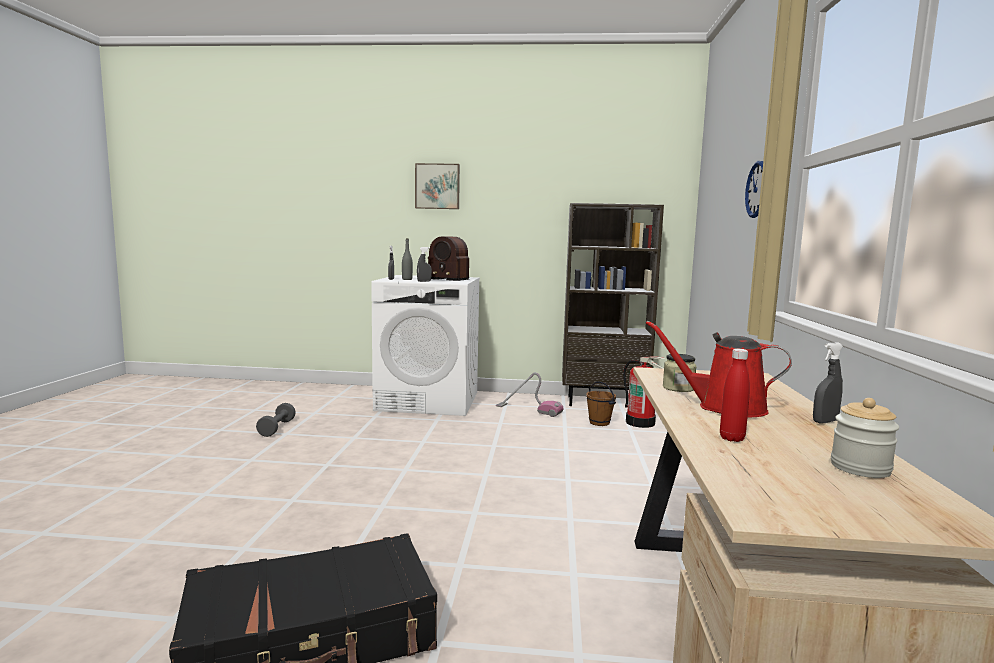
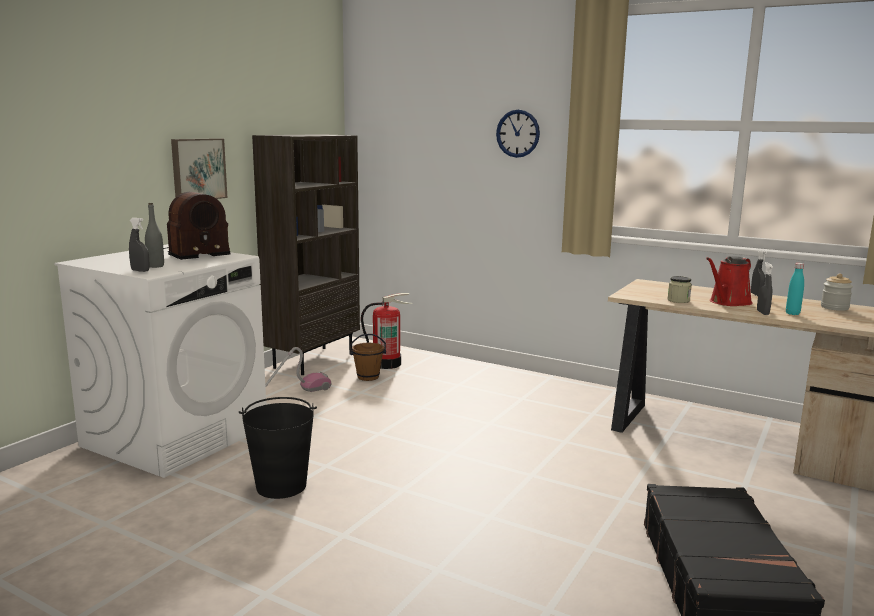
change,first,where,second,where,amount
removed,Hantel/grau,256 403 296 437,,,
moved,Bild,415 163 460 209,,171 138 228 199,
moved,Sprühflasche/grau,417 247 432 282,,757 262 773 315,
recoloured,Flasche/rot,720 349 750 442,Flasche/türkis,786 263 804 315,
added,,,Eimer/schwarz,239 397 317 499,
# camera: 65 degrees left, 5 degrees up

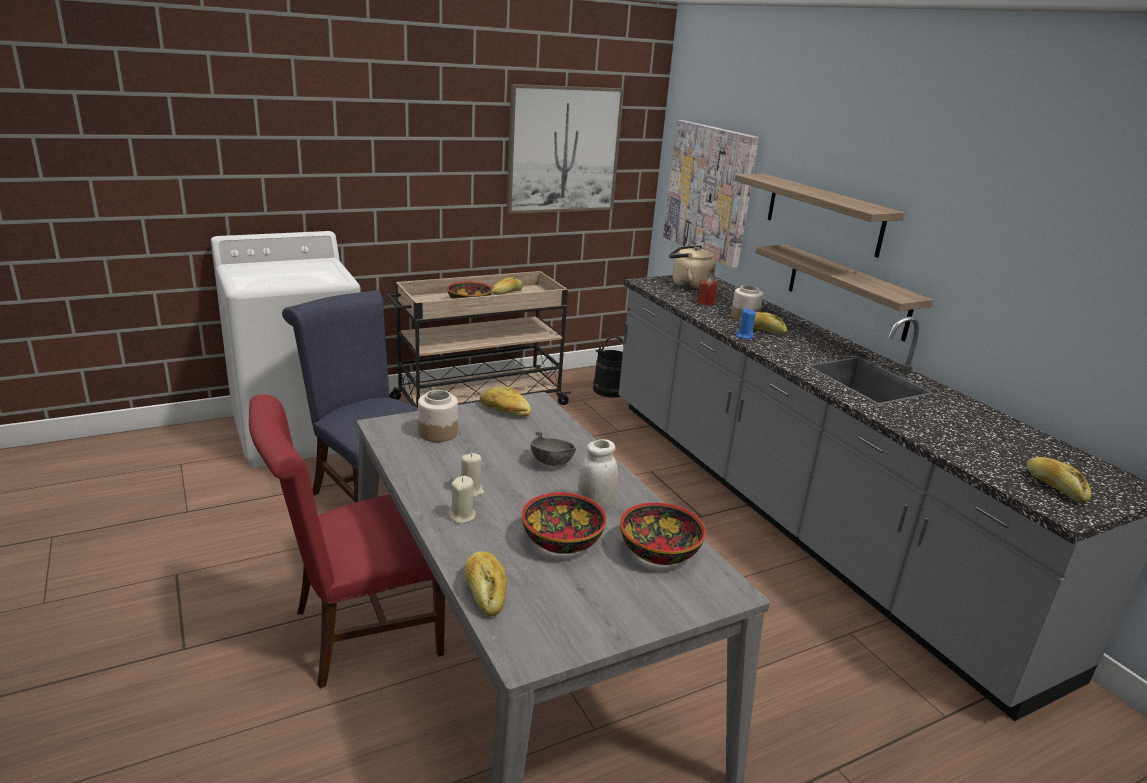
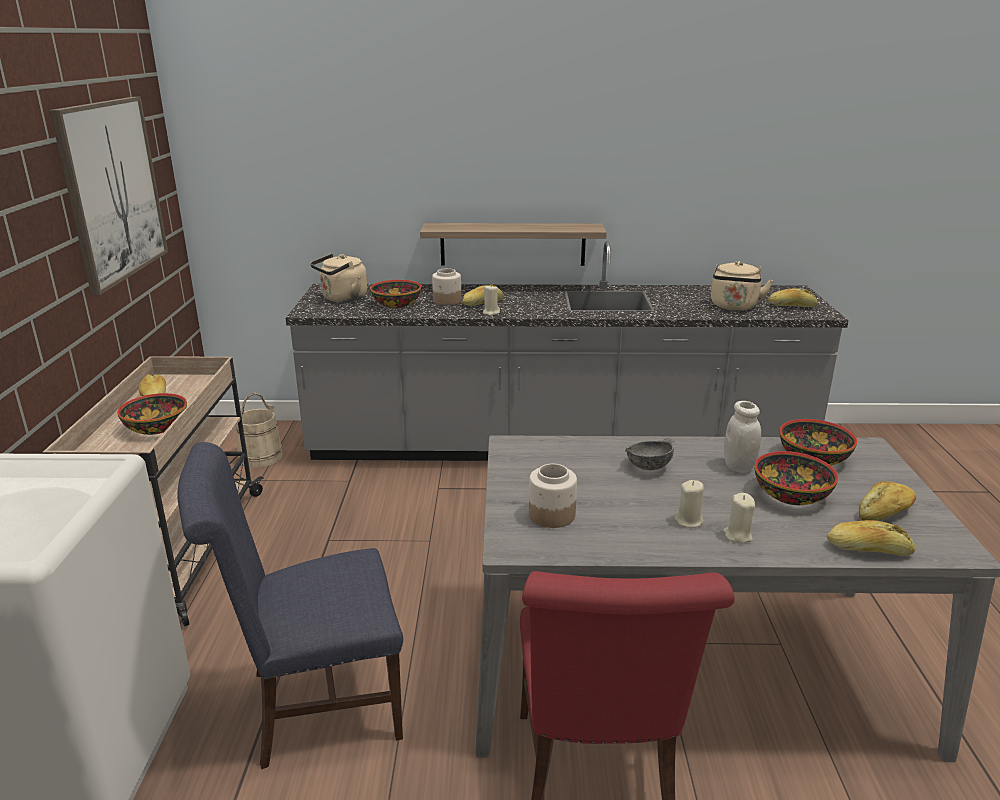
change,first,where,second,where,amount
moved,Brot,480 387 531 417,,859 481 916 521,
recoloured,Eimer/schwarz,593 336 624 397,Eimer/beige,235 393 283 468,
removed,Bild,663 120 759 268,,,
replaced,Kerze/rot,697 277 718 306,Schüssel,370 280 421 308,
removed,Wandregal,734 174 905 258,,,
recoloured,Kerze/blau,736 308 756 339,Kerze/beige,483 286 500 316,
added,,,Wasserkessel/beige,711 261 773 311,
# camera: 60 degrees left, 0 degrees up

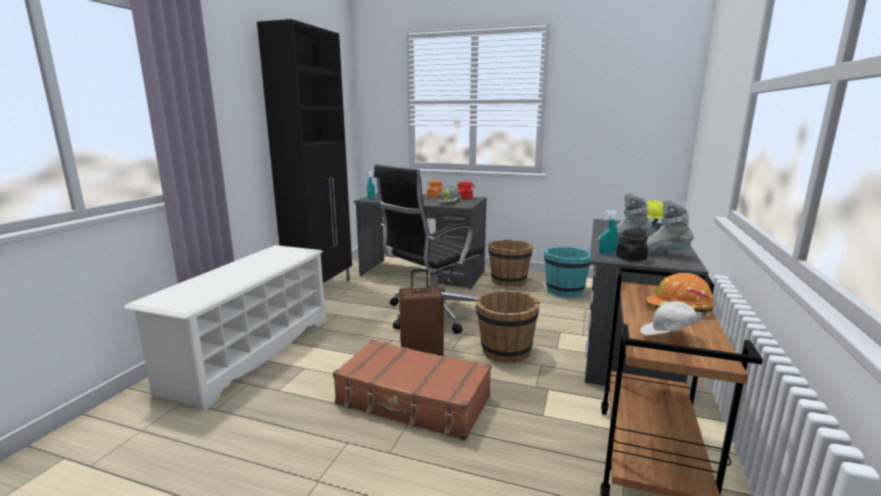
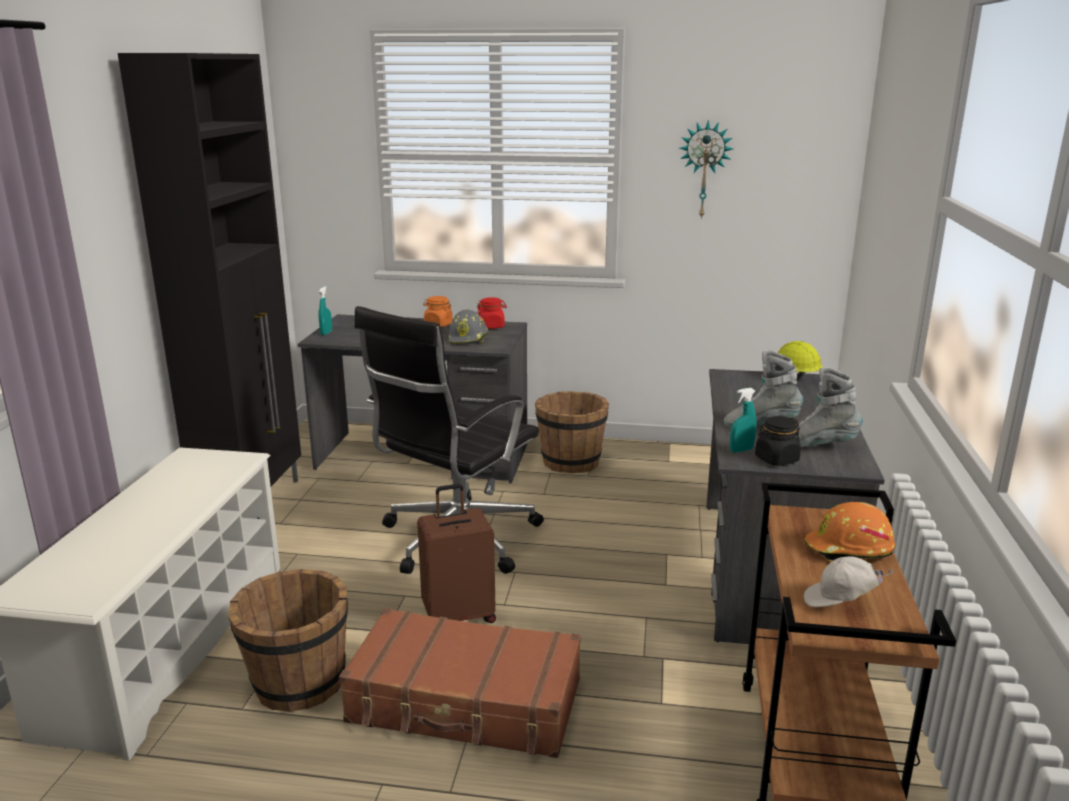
change,first,where,second,where,amount
moved,Eimer/braun,476 290 540 363,,228 569 348 712,
removed,Eimer/türkis,544 247 590 297,,,
added,,,Wanduhr,680 120 733 220,
# camera: 10 degrees left, 5 degrees up

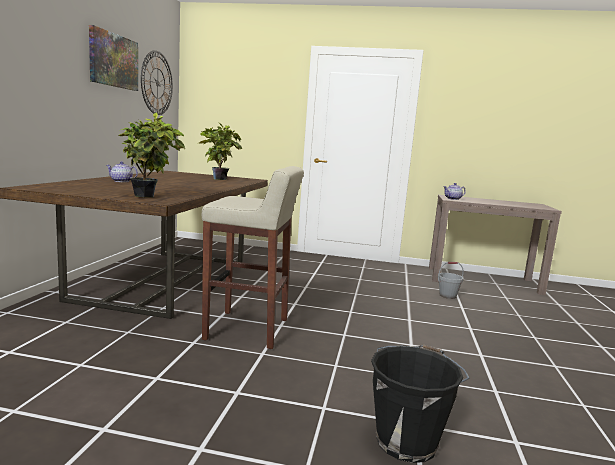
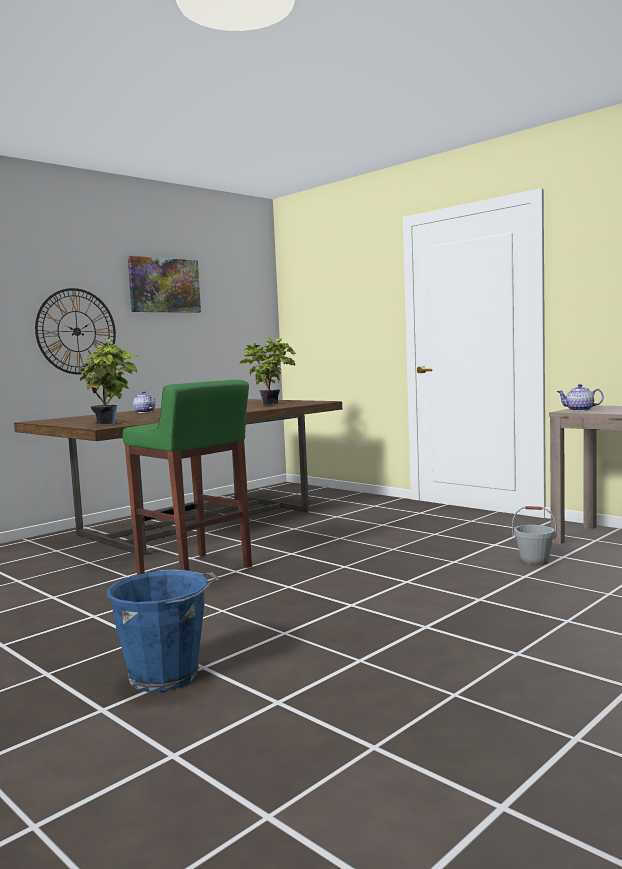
change,first,where,second,where,amount
moved,Wanduhr,141 50 173 115,,35 288 116 374,
recoloured,Hocker/beige,202 166 304 349,Hocker/grün,123 379 252 575,
recoloured,Eimer/schwarz,371 344 469 463,Eimer/blau,107 569 219 692,
# camera: 35 degrees right, 5 degrees down

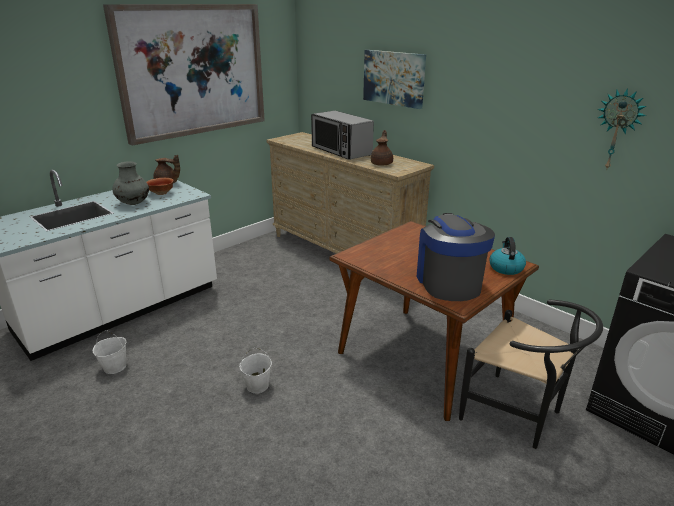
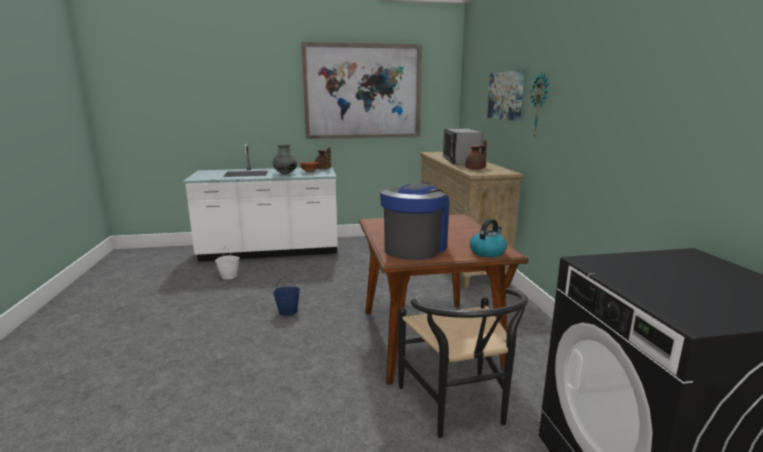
change,first,where,second,where,amount
recoloured,Eimer/weiß,239 348 272 393,Eimer/blau,273 277 300 316,
moved,Wanduhr,598 88 646 169,,530 72 549 139,
# camera: 35 degrees right, 10 degrees down

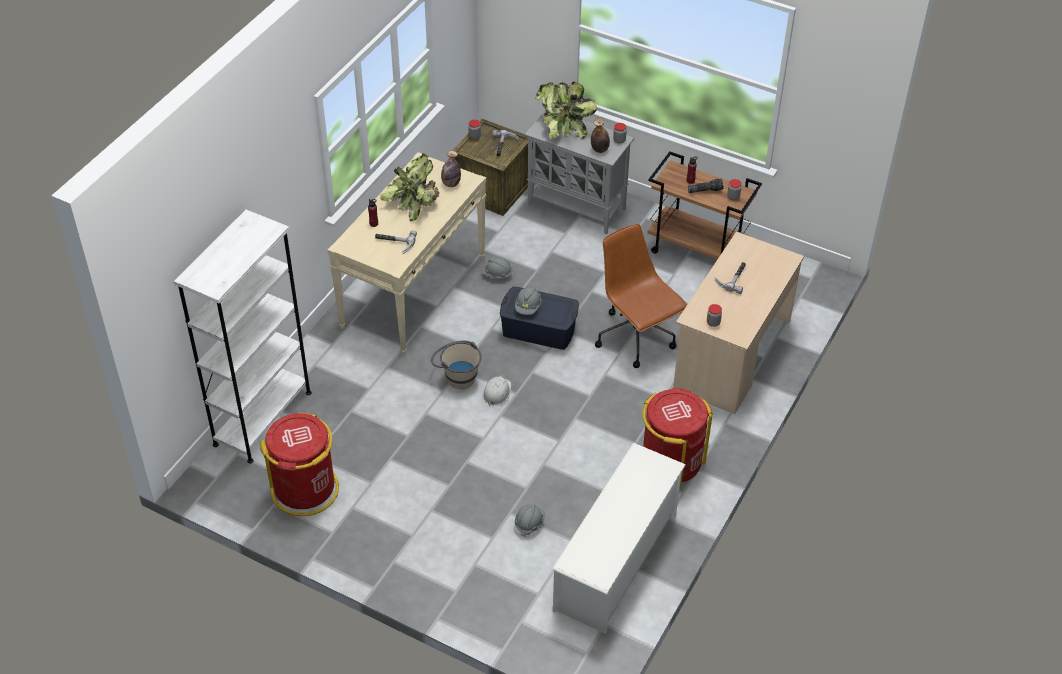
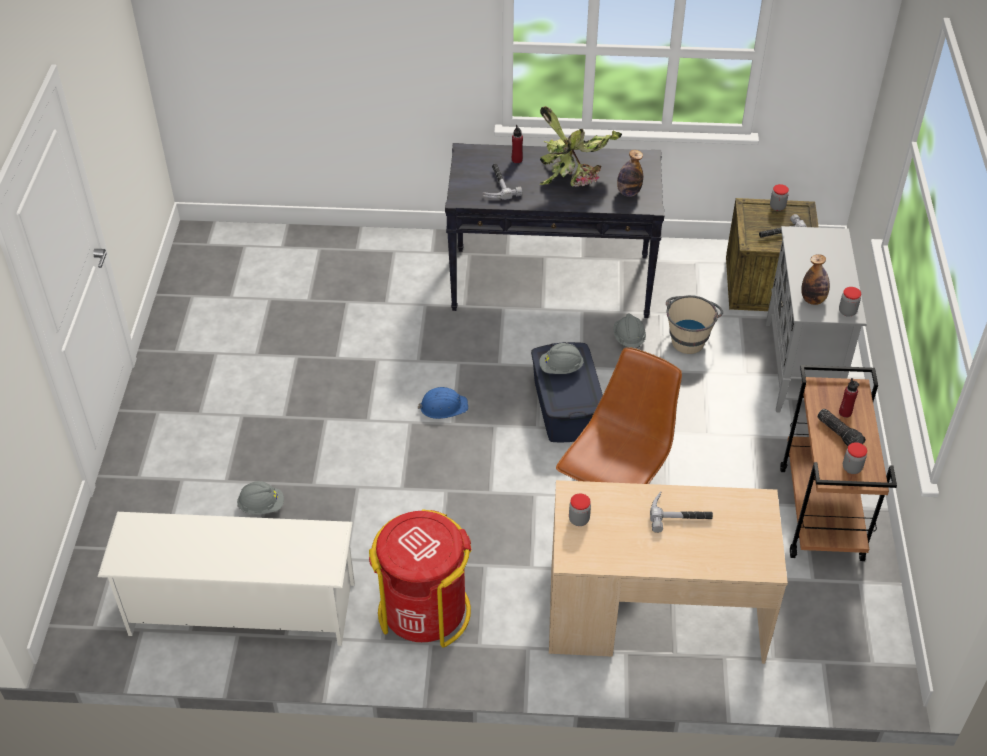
change,first,where,second,where,amount
removed,Bücherregal/weiß,174 210 312 463,,,
removed,Mülleimer/rot,260 413 339 516,,,
recoloured,Konsolentisch/beige,327 152 486 355,Konsolentisch/schwarz,445 143 664 318,
moved,Eimer/beige,431 341 482 389,,666 295 723 354,
recoloured,Schutzhelm/weiß,483 376 511 406,Schutzhelm/blau,418 387 468 419,
removed,Topfpflanze,535 81 597 139,,,
# camera: 65 degrees right, 0 degrees up

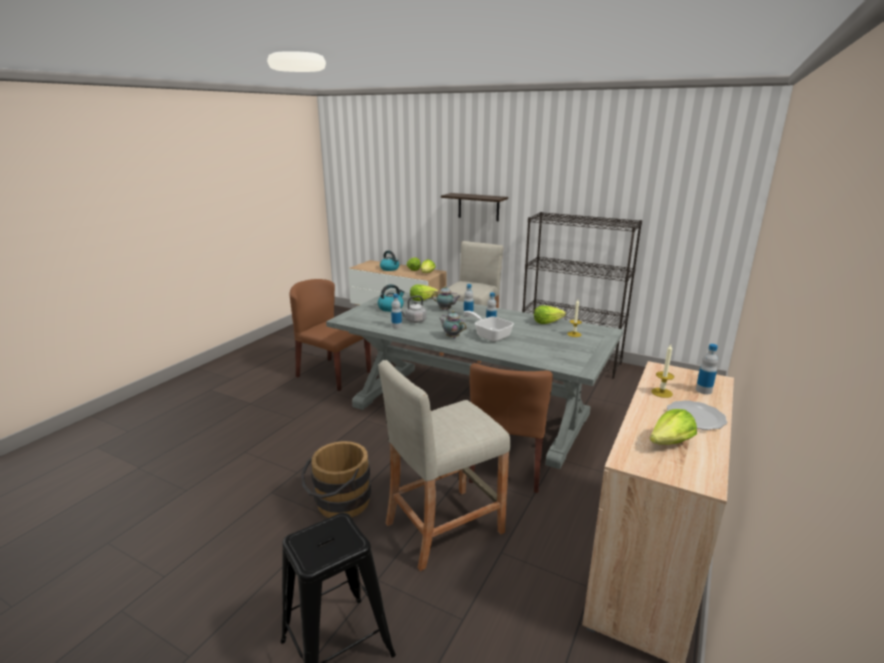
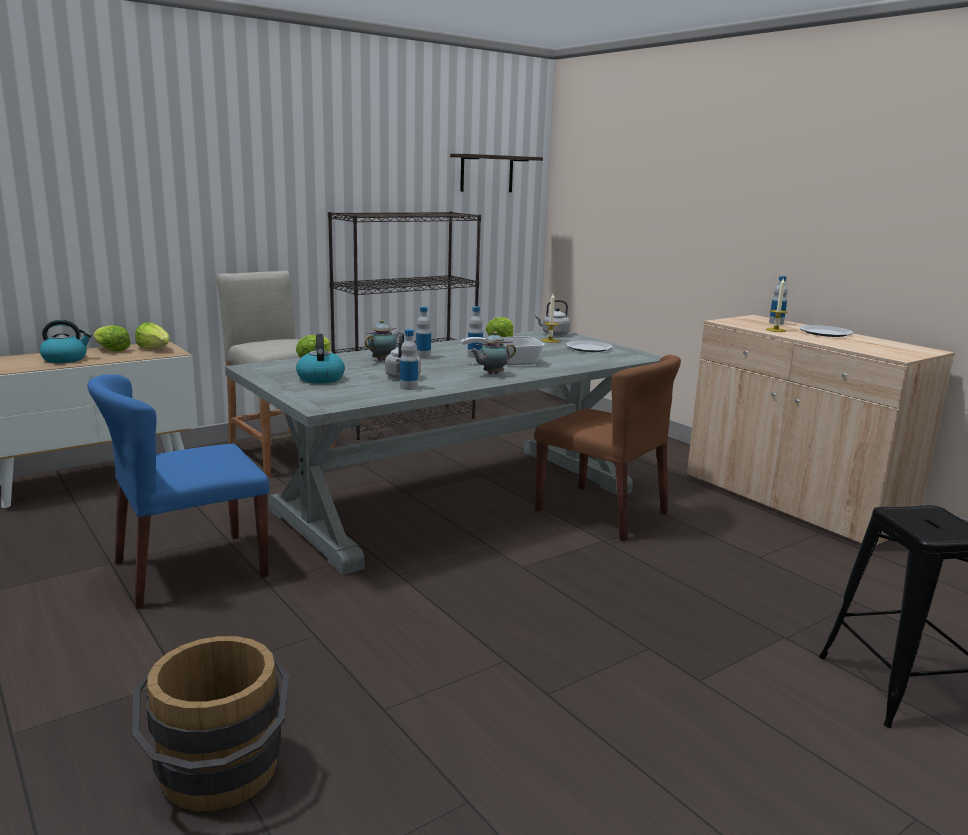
change,first,where,second,where,amount
recoloured,Stuhl/braun,290 279 371 391,Stuhl/blau,88 374 270 609,
moved,Eimer/braun,301 441 371 518,,132 636 289 811,
removed,Hocker/beige,378 360 510 571,,,
moved,Wandregal,441 193 508 221,,450 154 543 192,
removed,Salatkopf,650 409 697 445,,,
added,,,Wasserkessel/grau,535 300 571 336,
added,,,Teller,566 340 613 352,
# camera: 65 degrees left, 5 degrees down

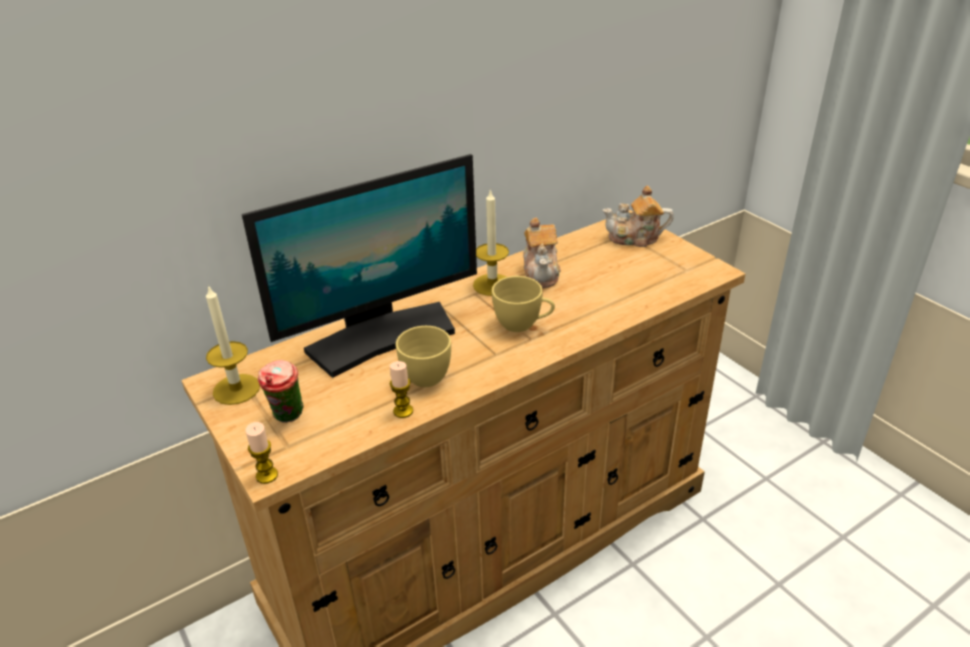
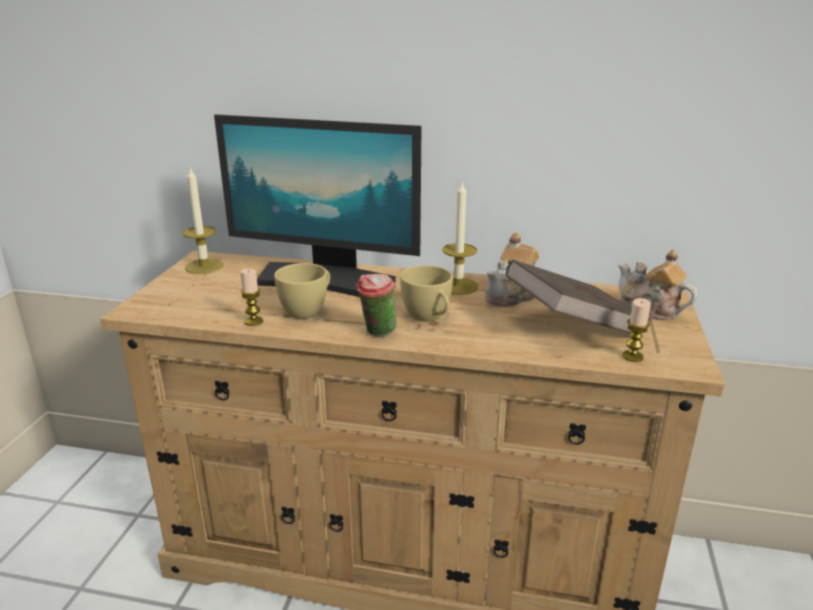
change,first,where,second,where,amount
moved,Kerze,245 422 278 484,,622 298 651 362,
moved,Tasse,258 360 303 423,,356 274 397 337,
added,,,Buch/braun,505 260 651 336,
# camera: 45 degrees right, 10 degrees down

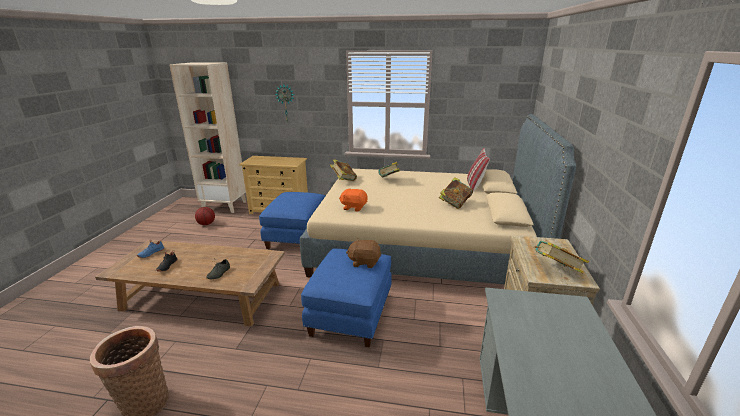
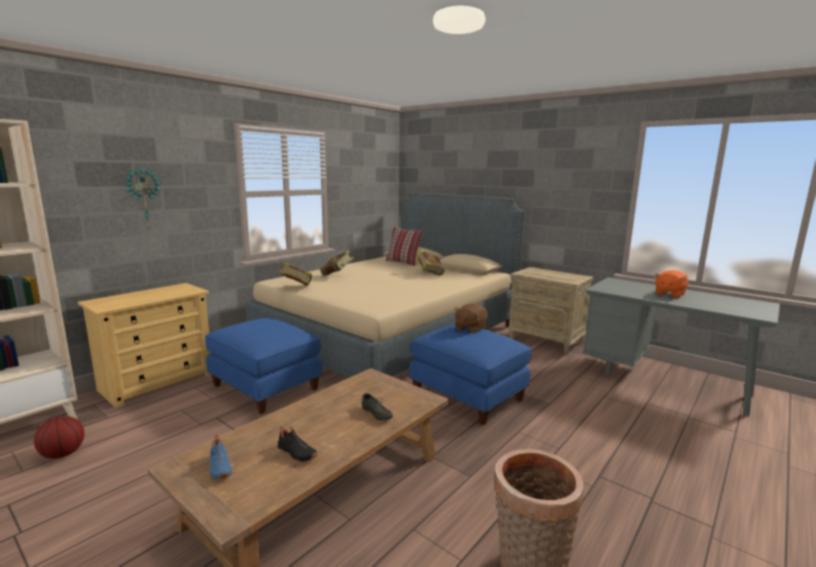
change,first,where,second,where,amount
moved,Plüschtier/orange,339 188 368 212,,655 270 688 298,
removed,Buch,535 241 589 274,,,
# camera: 60 degrees left, 10 degrees down

